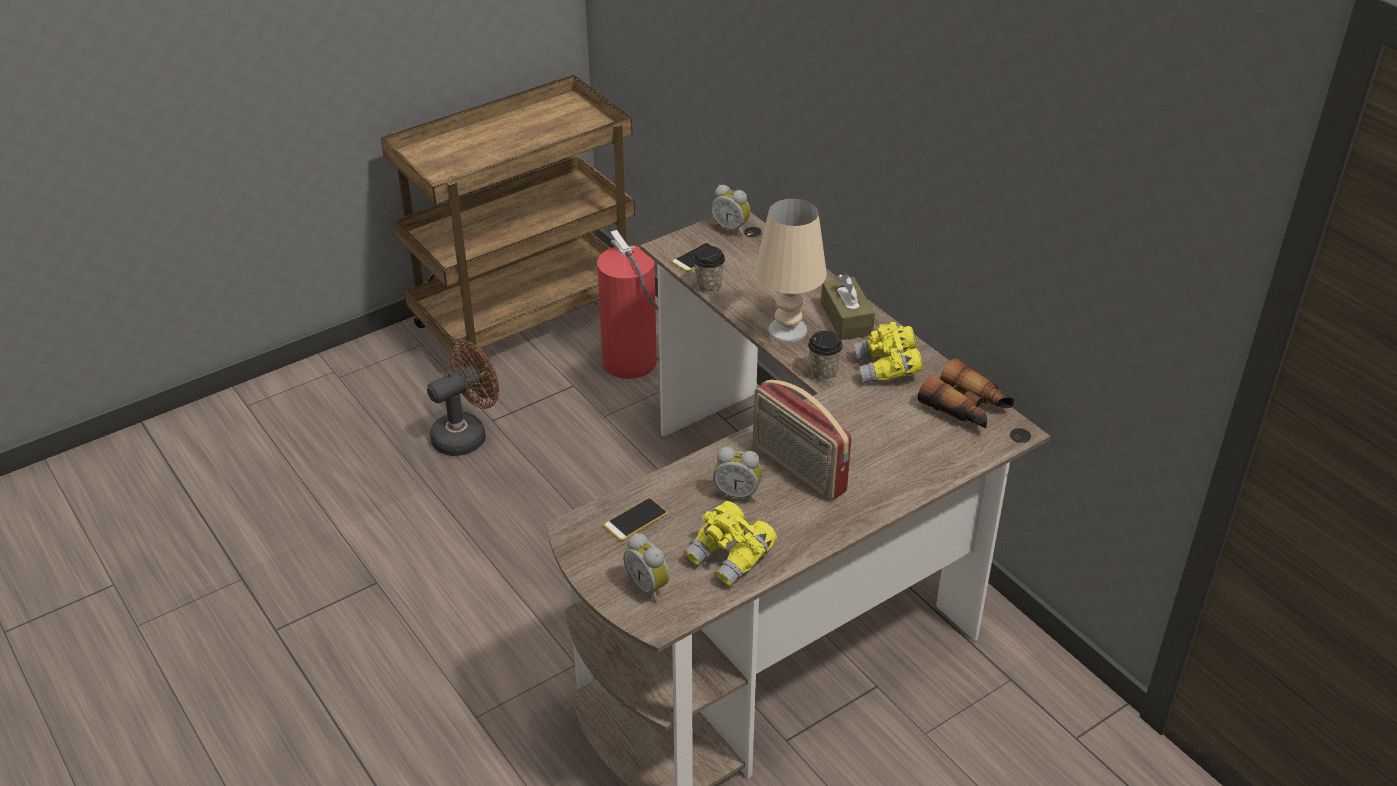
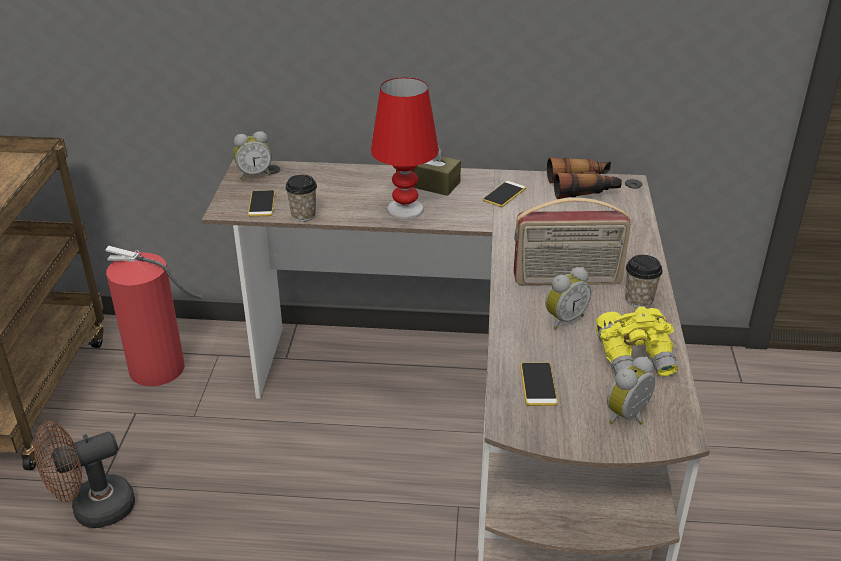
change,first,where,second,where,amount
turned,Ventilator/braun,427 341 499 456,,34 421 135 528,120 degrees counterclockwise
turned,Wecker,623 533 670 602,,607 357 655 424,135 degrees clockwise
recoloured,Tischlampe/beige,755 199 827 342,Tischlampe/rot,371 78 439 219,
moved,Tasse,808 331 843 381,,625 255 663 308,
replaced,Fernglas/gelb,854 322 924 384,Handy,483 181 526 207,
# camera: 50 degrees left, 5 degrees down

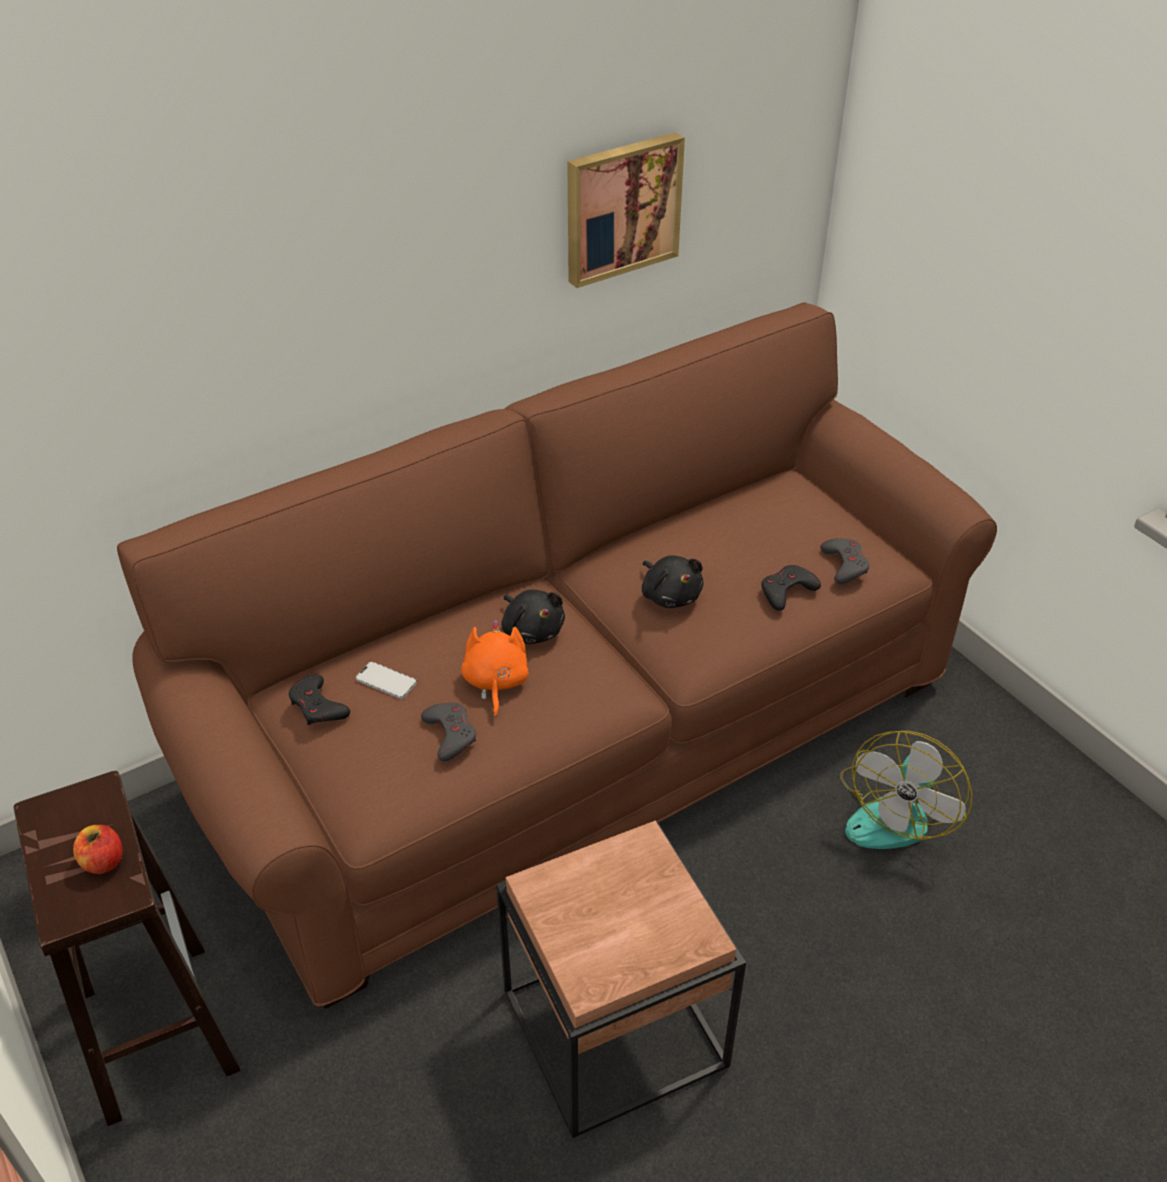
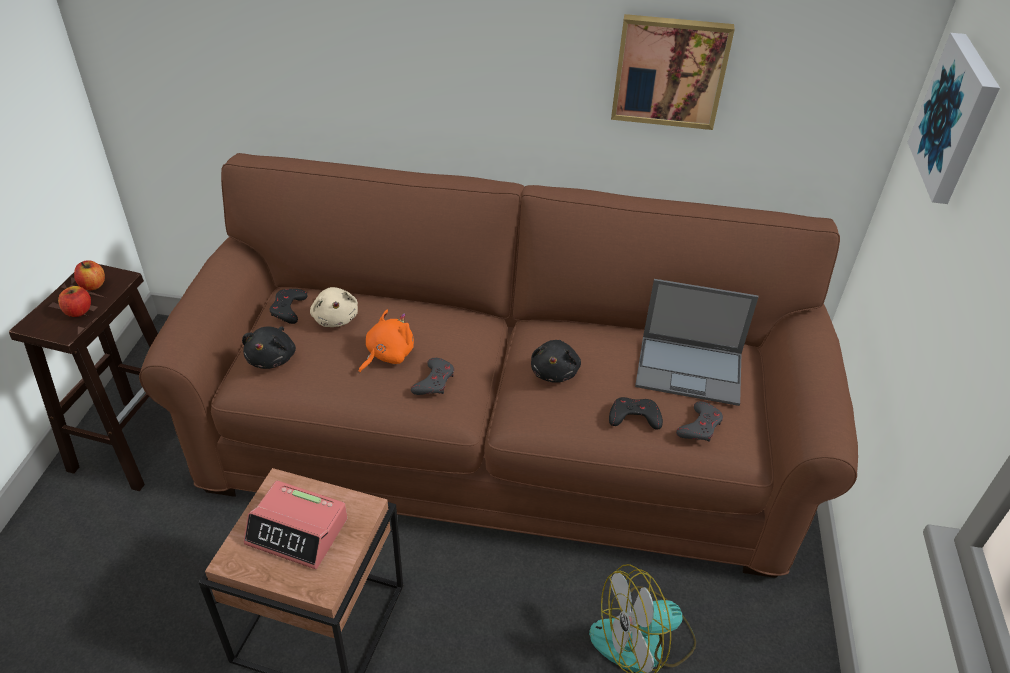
change,first,where,second,where,amount
replaced,Handy,355 661 417 699,Plüschtier/beige,310 287 358 327,
moved,Gamepad/grau,421 703 476 762,,411 358 454 395,
moved,Plüschtier/schwarz,501 590 565 644,,242 326 296 369,
added,,,Apfel,74 260 105 290,
added,,,Wecker,243 481 347 569,
added,,,Laptop,635 279 759 406,
added,,,Bild,907 33 1000 204,
# camera: 40 degrees right, 0 degrees up

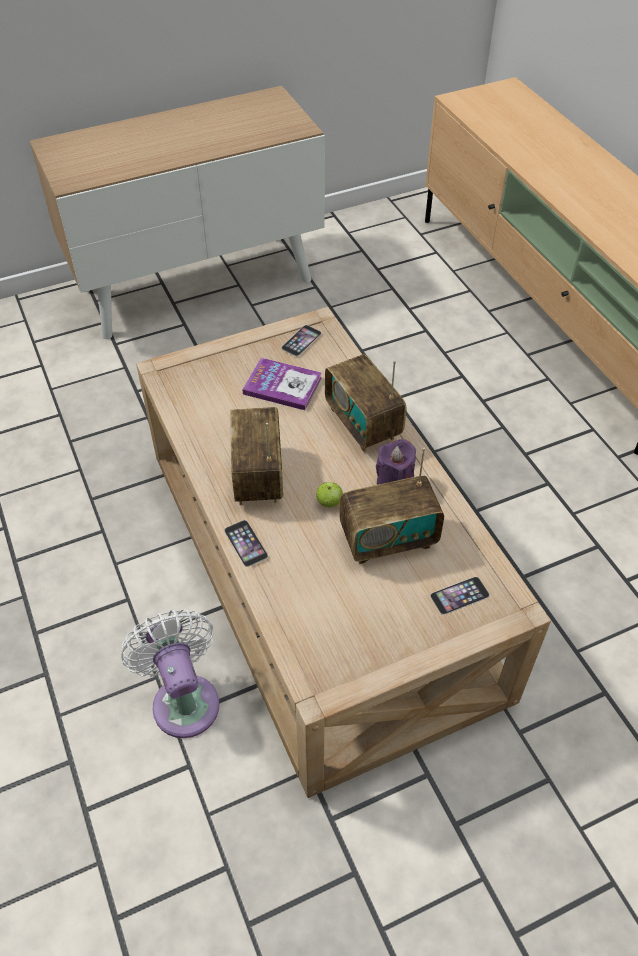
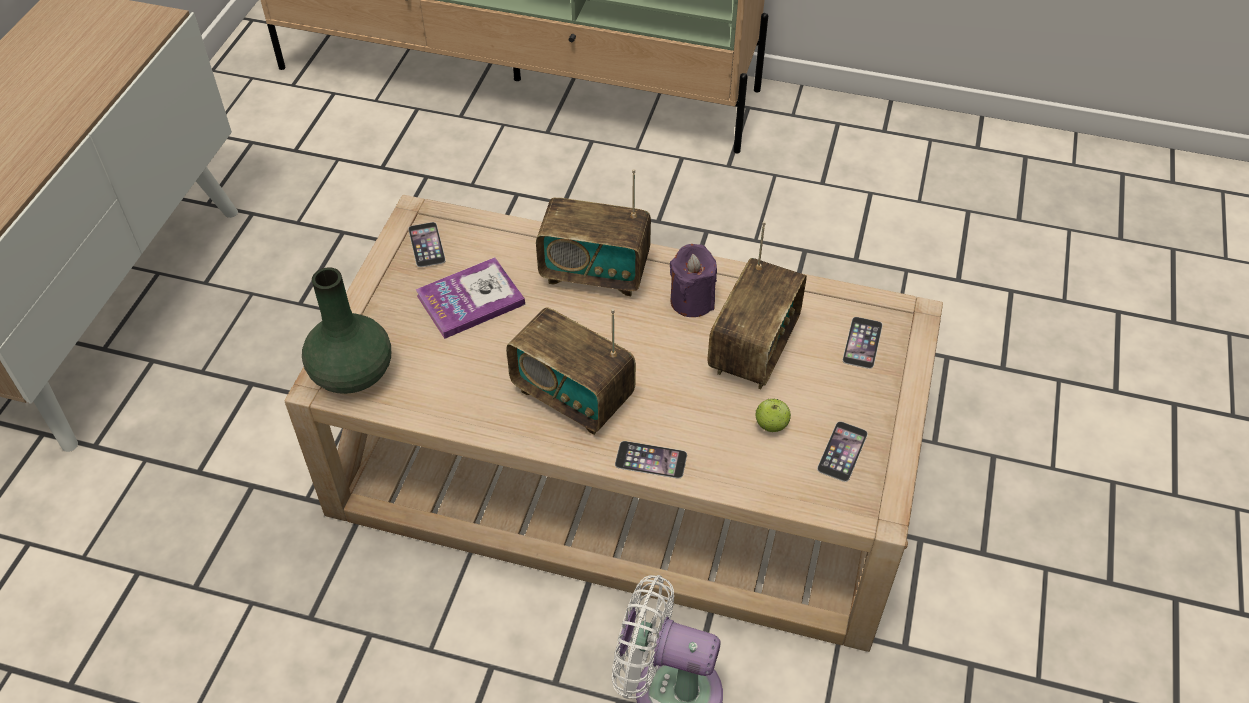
change,first,where,second,where,amount
moved,Apfel,316 482 343 507,,756 398 791 432,
added,,,Vase/grün,302 267 391 394,
added,,,Handy,817 421 868 482,
# camera: 50 degrees left, 0 degrees up

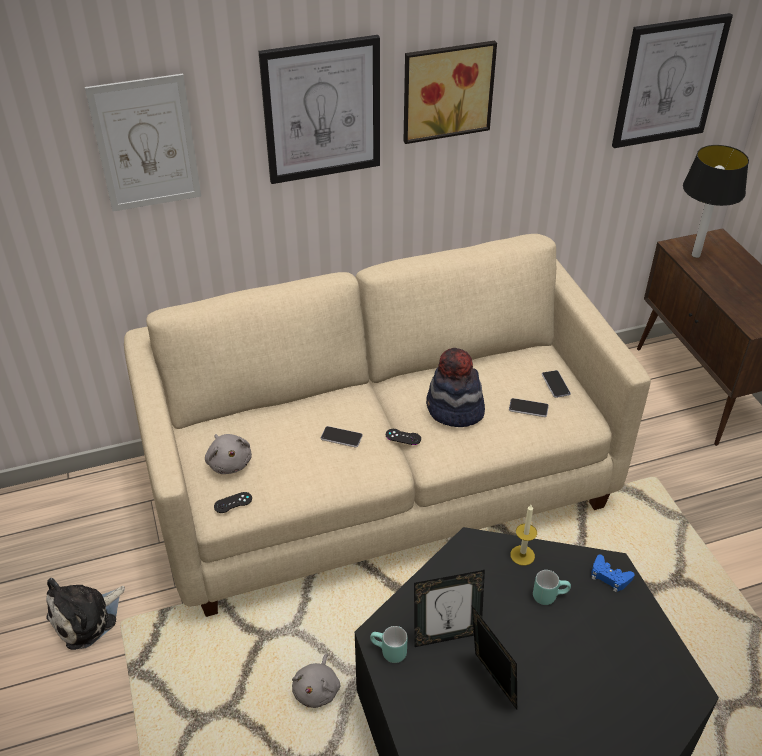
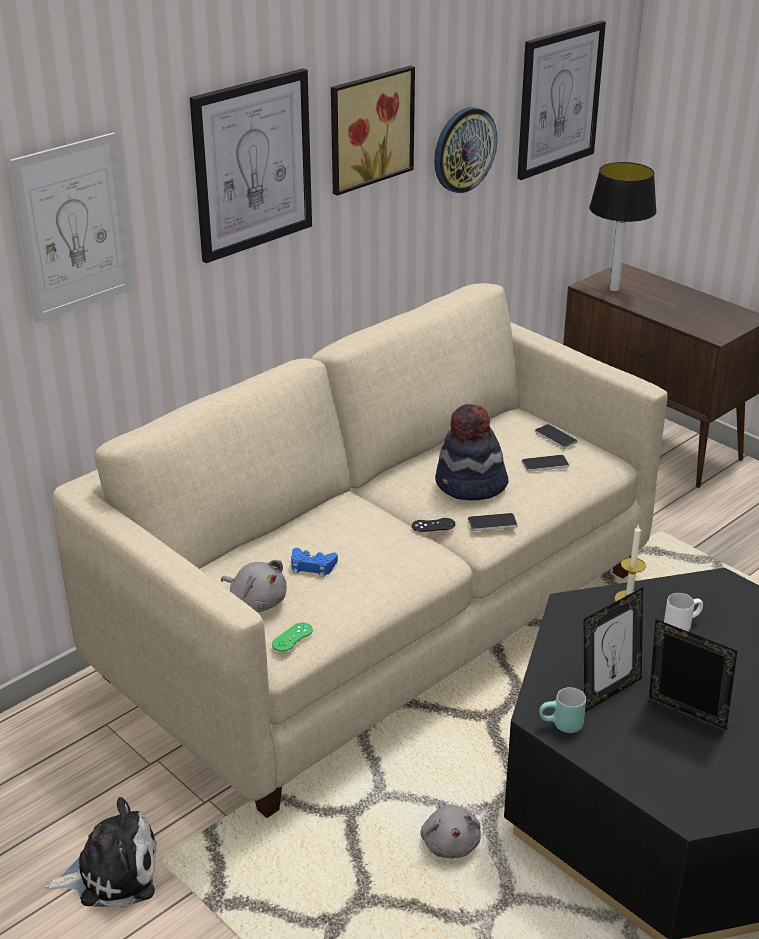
change,first,where,second,where,amount
turned,Plüschtier,46 578 125 650,,45 797 156 908,120 degrees counterclockwise
recoloured,Gamepad/schwarz,214 492 252 513,Gamepad/grün,272 622 313 652,
moved,Handy,321 426 363 448,,468 513 518 531,
recoloured,Henkelbecher/türkis,533 570 571 605,Henkelbecher/weiß,664 593 703 631,
moved,Gamepad/blau,591 554 635 592,,291 548 338 577,
added,,,Wanduhr,434 107 497 193,
# camera: 25 degrees left, 10 degrees down

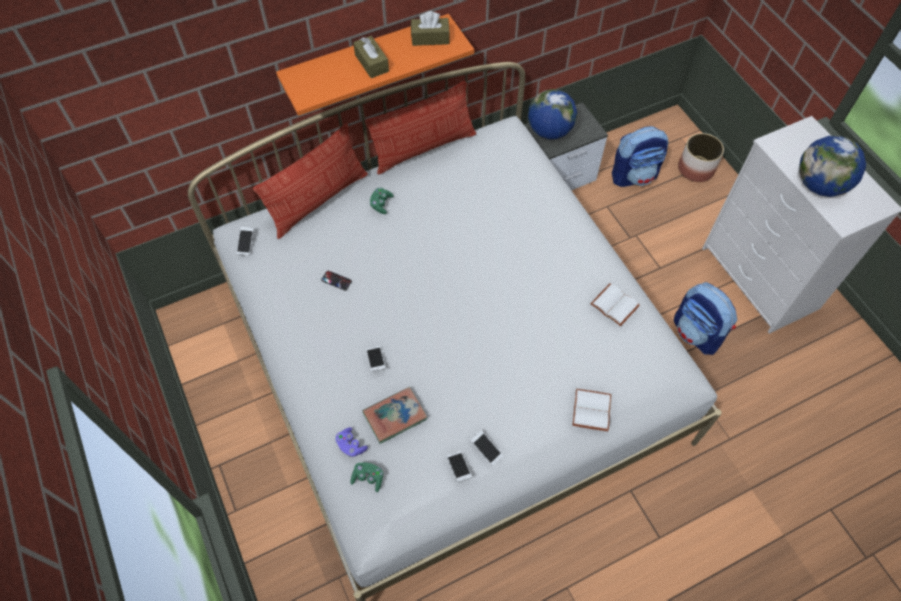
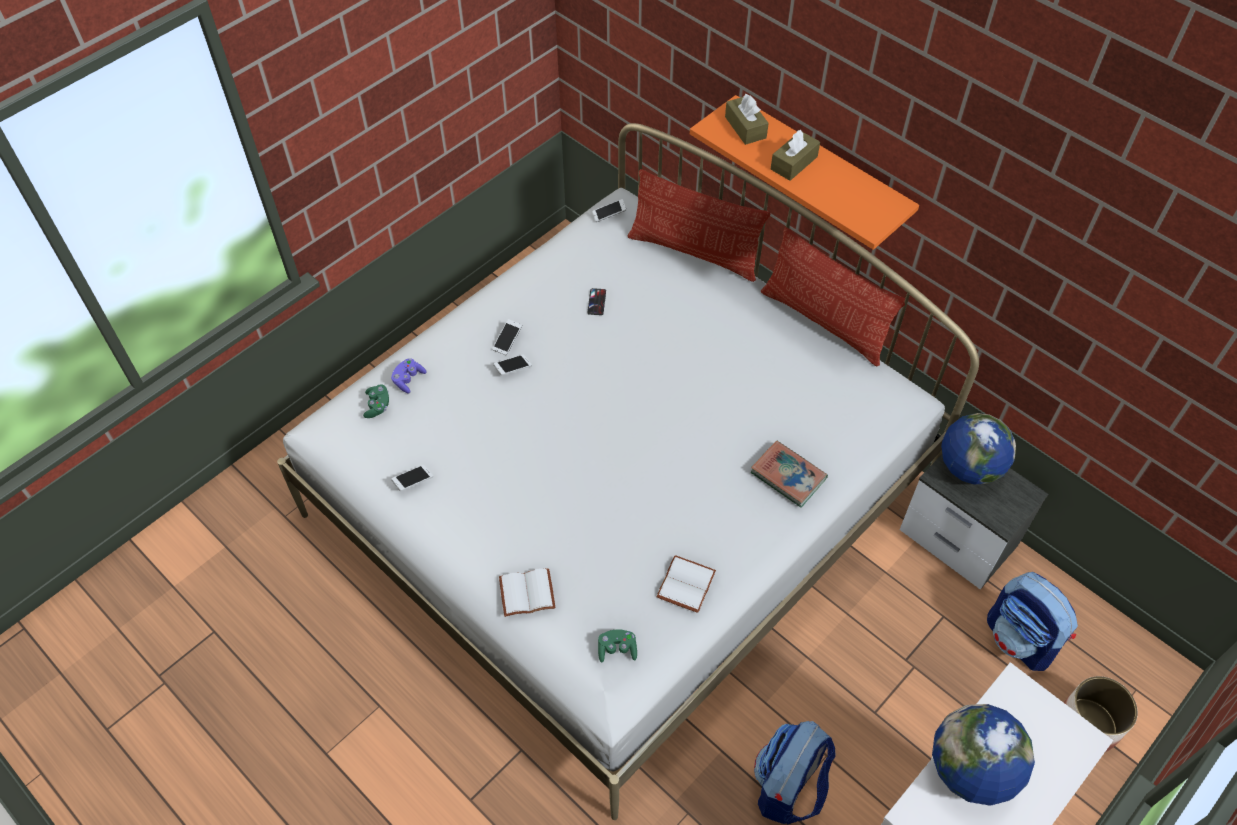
change,first,where,second,where,amount
moved,Buch,363 387 427 444,,751 441 828 507,
moved,Gamepad/grün,370 188 393 214,,598 630 637 663,
moved,Taschentuchbox/braun,411 11 450 46,,725 94 769 145,
moved,Handy,470 430 503 466,,492 319 522 355,
# camera: 70 degrees right, 5 degrees down

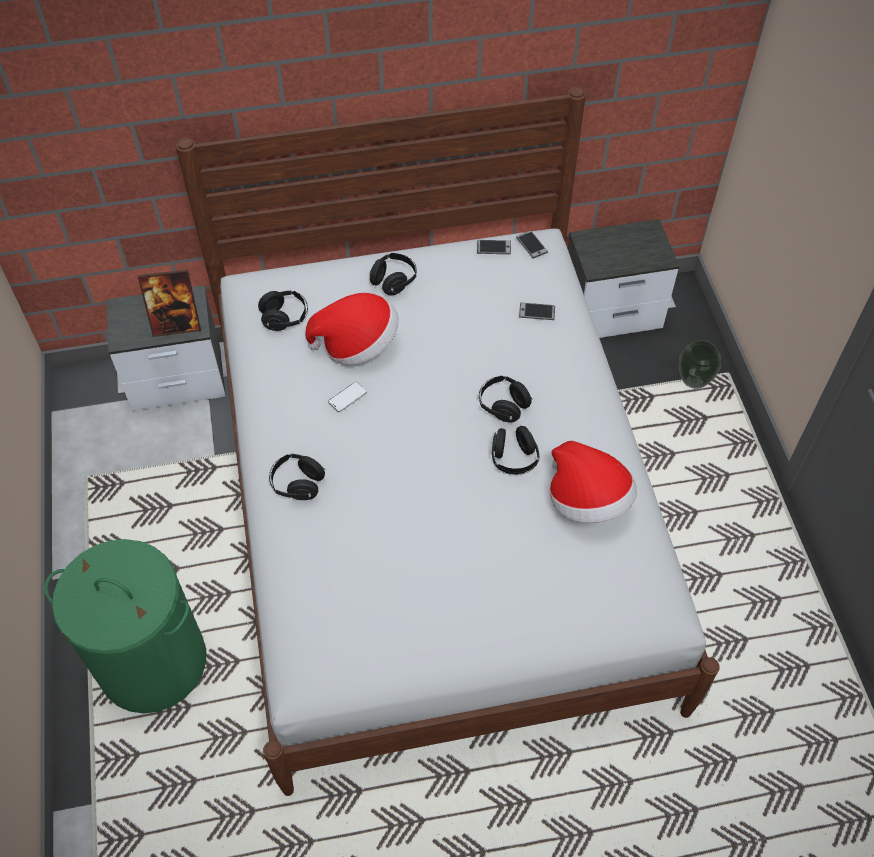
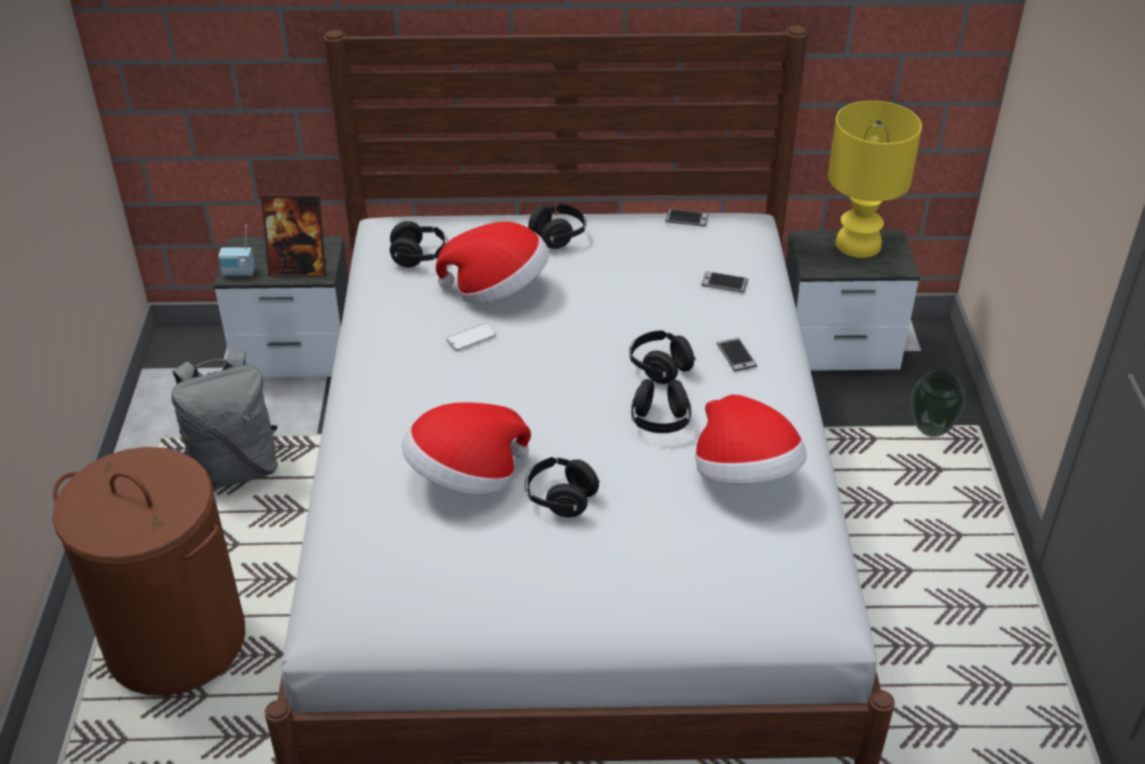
change,first,where,second,where,amount
recoloured,Wäschekorb/grün,44 539 206 713,Wäschekorb/braun,52 447 245 696,
moved,Kopfhörer/schwarz,269 454 325 500,,525 457 600 517,
moved,Handy,516 230 548 258,,717 338 757 372,
added,,,Rucksack/grau,171 350 278 489,
added,,,Radio,218 225 255 276,
added,,,Hut,402 402 531 495,
added,,,Tischlampe/gelb,828 101 922 258,
# camera: 10 degrees right, 15 degrees down

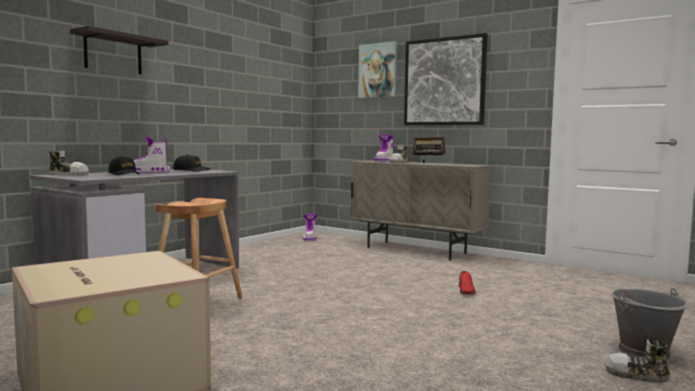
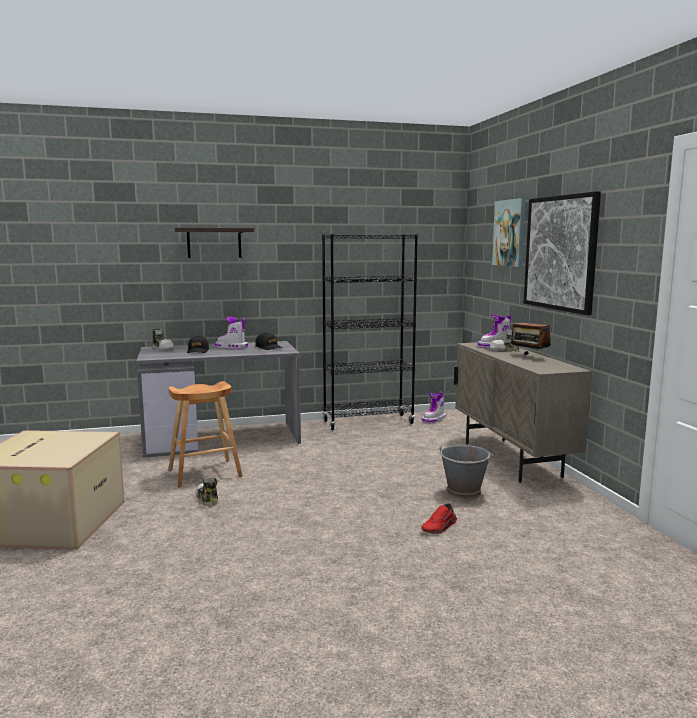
change,first,where,second,where,amount
moved,Schuh,605 339 671 383,,196 477 218 506,
moved,Eimer/grau,612 288 690 360,,438 445 493 500,
added,,,Bücherregal/schwarz,322 234 418 430,
# camera: 40 degrees right, 5 degrees up

